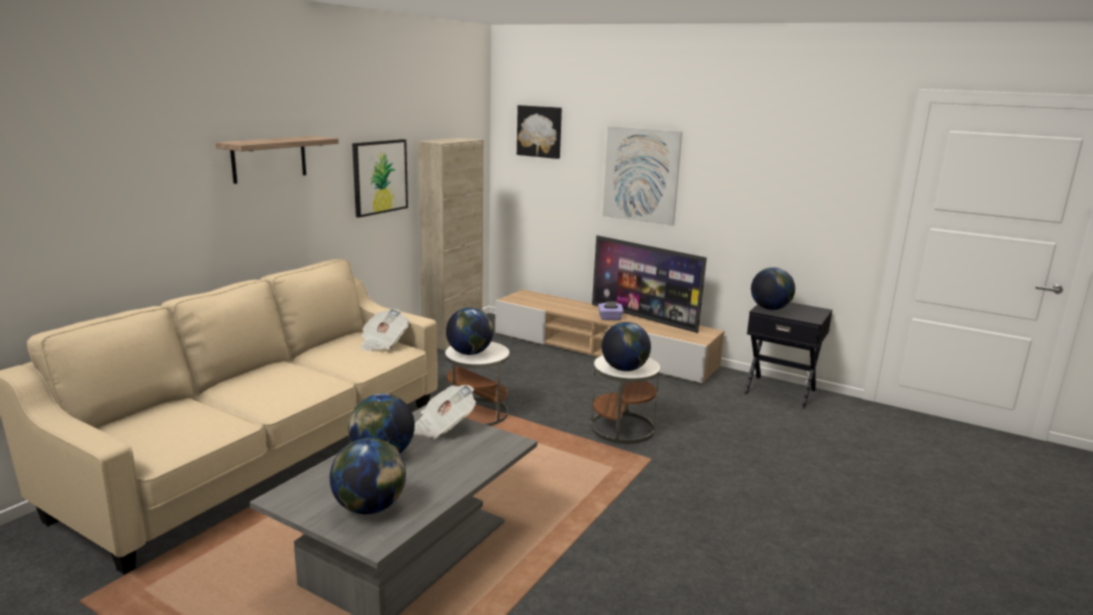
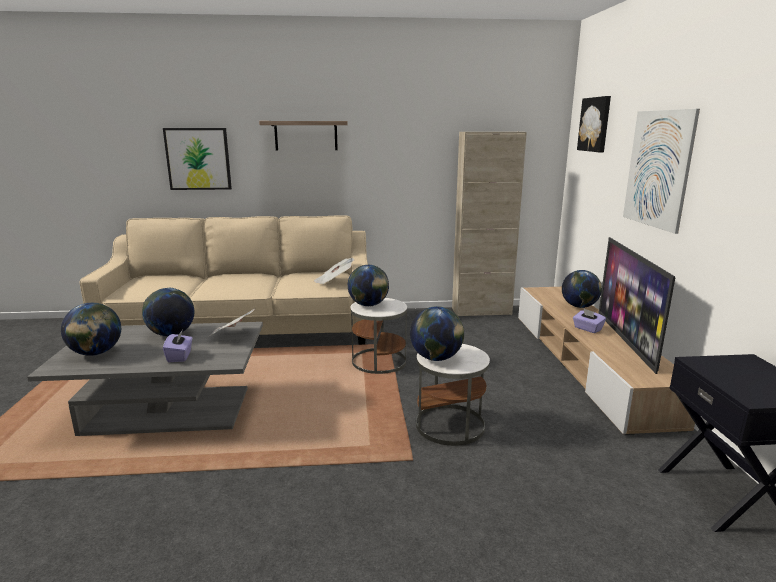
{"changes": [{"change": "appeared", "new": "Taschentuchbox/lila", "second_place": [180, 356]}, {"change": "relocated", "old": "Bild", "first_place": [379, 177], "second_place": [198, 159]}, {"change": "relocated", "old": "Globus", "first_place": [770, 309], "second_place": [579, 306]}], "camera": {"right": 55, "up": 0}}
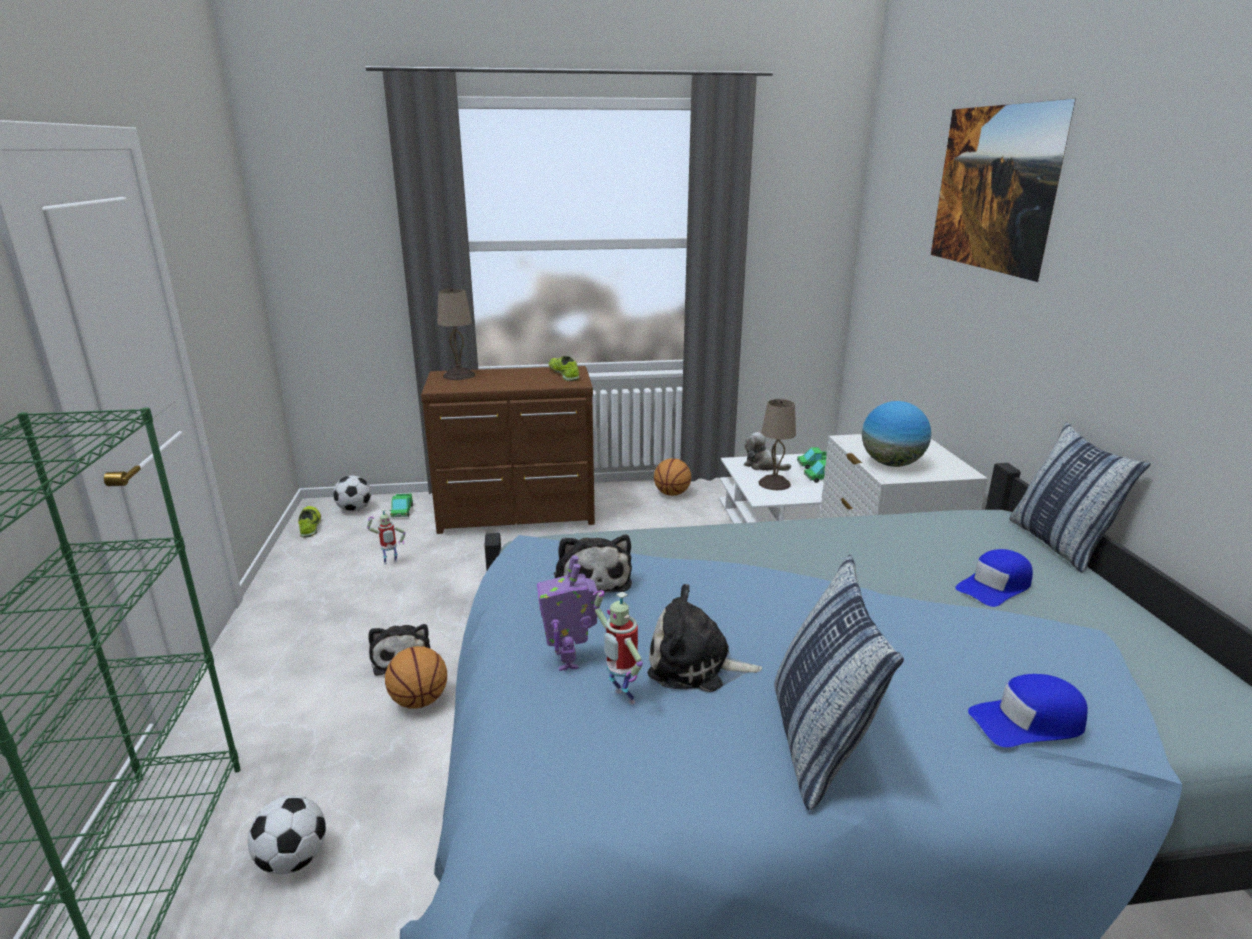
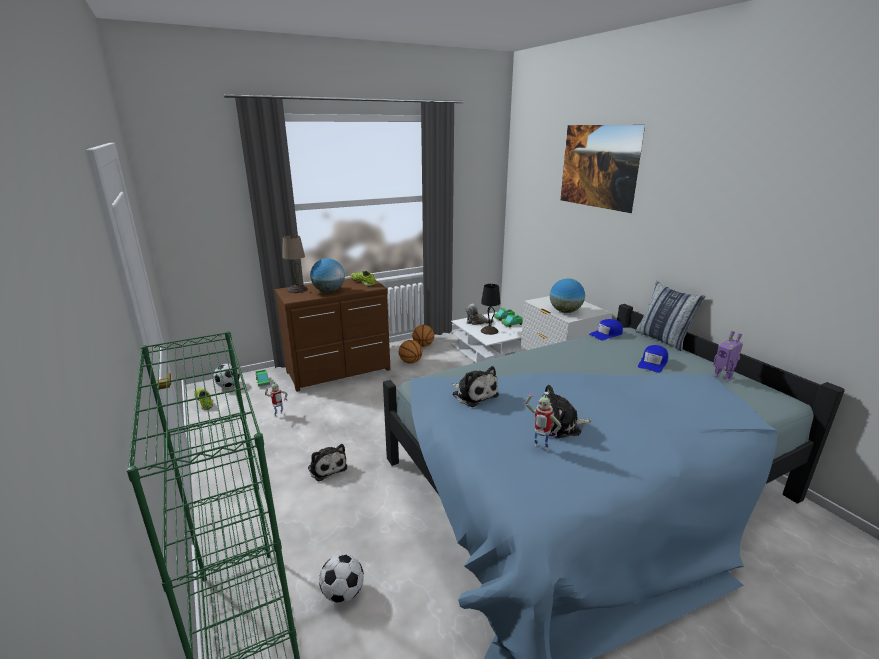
{"changes": [{"change": "missing", "old": "Kissen", "first_place": [818, 743]}, {"change": "appeared", "new": "Globus", "second_place": [329, 291]}, {"change": "relocated", "old": "Basketball", "first_place": [420, 701], "second_place": [410, 362]}, {"change": "relocated", "old": "Spielzeugroboter", "first_place": [569, 660], "second_place": [722, 377]}, {"change": "relocated", "old": "Kappe/blau", "first_place": [1028, 722], "second_place": [606, 334]}, {"change": "colour", "old": "Tischlampe/beige", "new": "Tischlampe/schwarz", "first_place": [775, 483], "second_place": [489, 331]}], "camera": {"right": -20, "up": 0}}
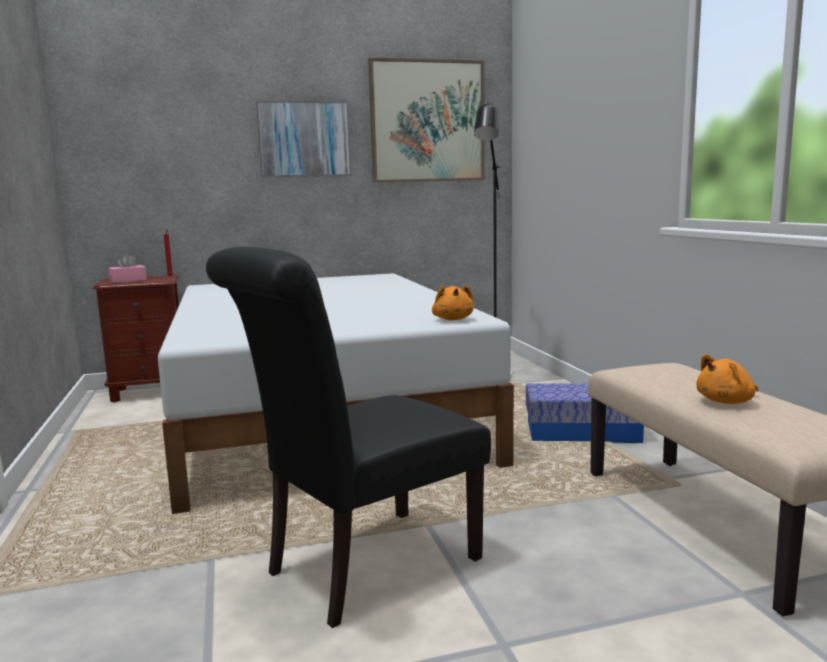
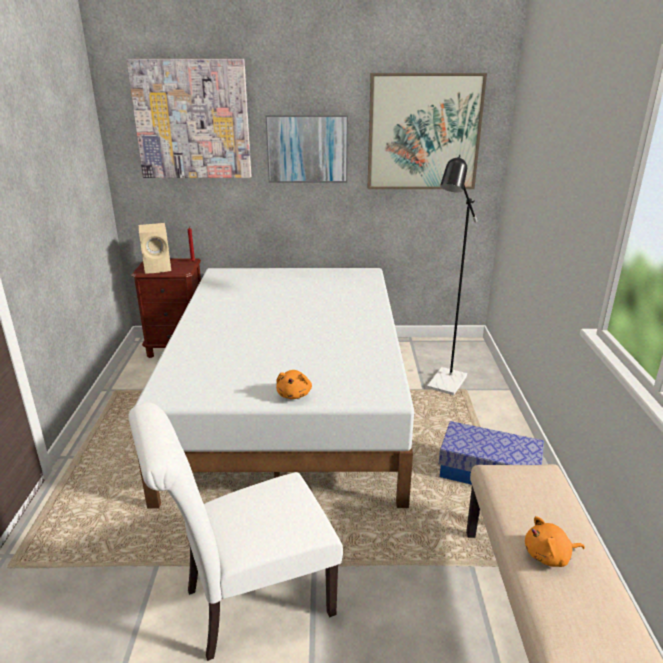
{"changes": [{"change": "appeared", "new": "Bild", "second_place": [192, 120]}, {"change": "relocated", "old": "Plüschtier/orange", "first_place": [453, 319], "second_place": [294, 394]}, {"change": "exchanged", "old": "Taschentuchbox/rosa", "new": "Lautsprecher/beige", "first_place": [128, 280], "second_place": [159, 267]}, {"change": "colour", "old": "Stuhl/schwarz", "new": "Stuhl/weiß", "first_place": [362, 569], "second_place": [249, 604]}], "camera": {"right": 15, "up": 15}}
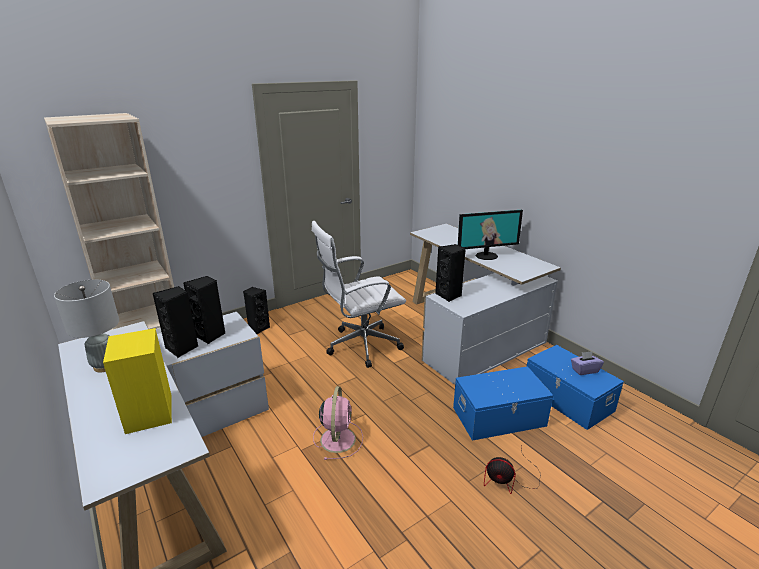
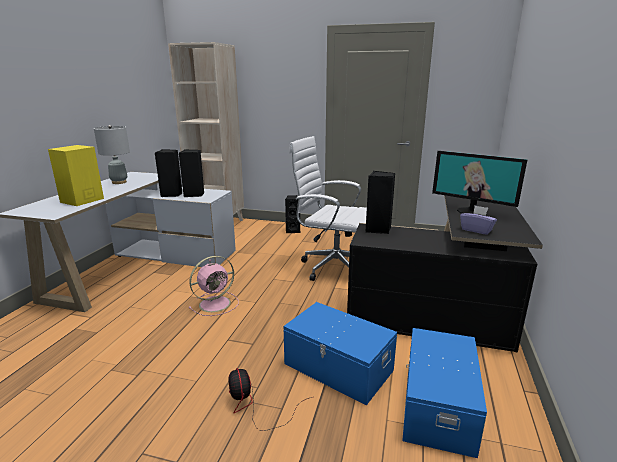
{"changes": [{"change": "relocated", "old": "Taschentuchbox/lila", "first_place": [584, 370], "second_place": [476, 230]}, {"change": "colour", "old": "Schreibtisch/weiß", "new": "Schreibtisch/schwarz", "first_place": [470, 331], "second_place": [446, 302]}], "camera": {"right": 50, "up": -5}}
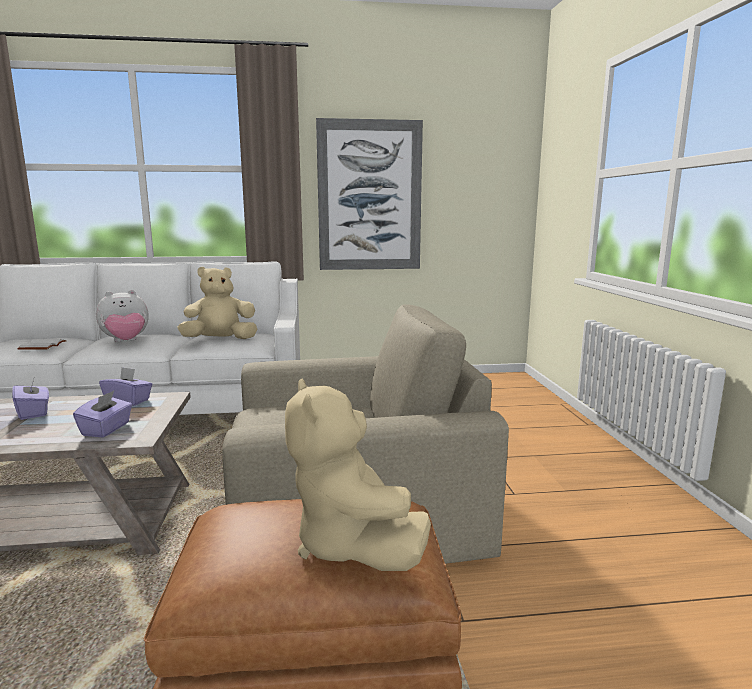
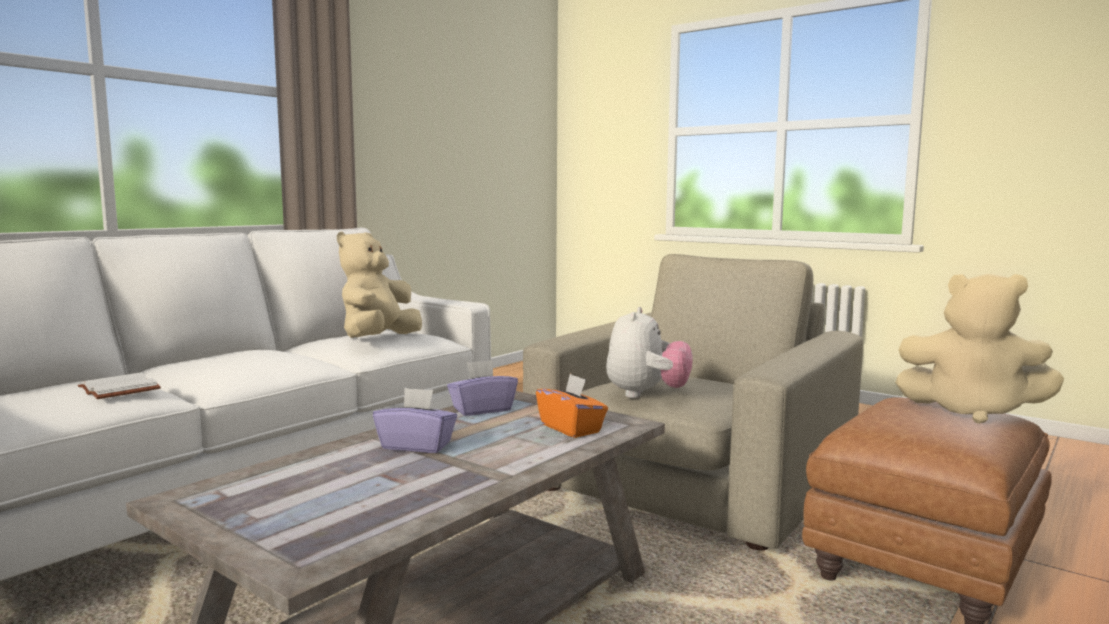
{"changes": [{"change": "missing", "old": "Bild", "first_place": [369, 196]}, {"change": "relocated", "old": "Plüschtier", "first_place": [126, 342], "second_place": [646, 394]}, {"change": "colour", "old": "Taschentuchbox/lila", "new": "Taschentuchbox/orange", "first_place": [106, 429], "second_place": [571, 428]}], "camera": {"right": -45, "up": -5}}
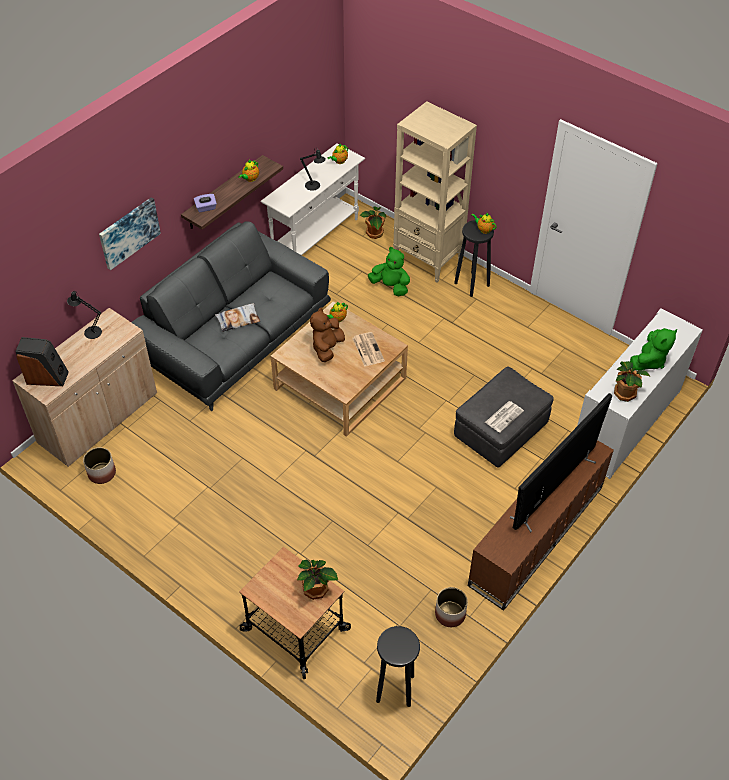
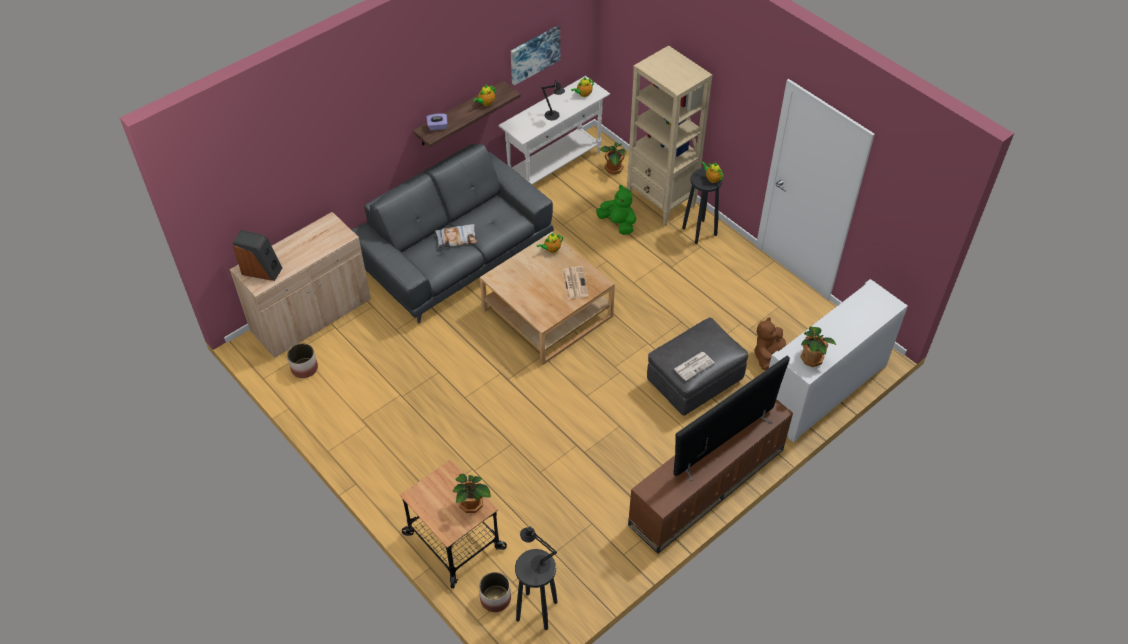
{"changes": [{"change": "missing", "old": "Plüschtier/grün", "first_place": [649, 361]}, {"change": "relocated", "old": "Tischlampe/schwarz", "first_place": [90, 331], "second_place": [537, 562]}, {"change": "relocated", "old": "Bild", "first_place": [128, 232], "second_place": [534, 54]}, {"change": "relocated", "old": "Plüschtier/braun", "first_place": [327, 348], "second_place": [767, 355]}, {"change": "relocated", "old": "Pflanzkübel", "first_place": [450, 614], "second_place": [495, 599]}], "camera": {"right": 10, "up": 0}}
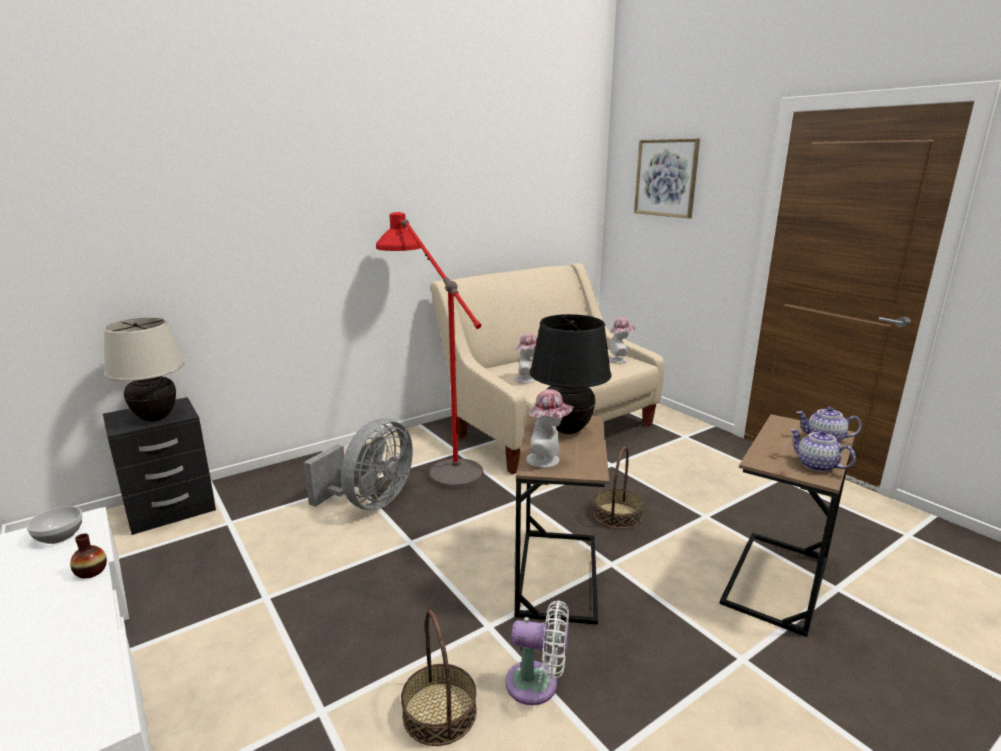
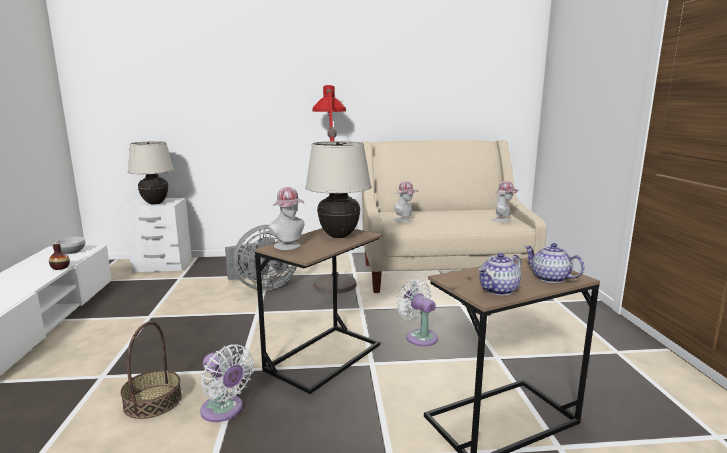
{"changes": [{"change": "missing", "old": "Bild", "first_place": [666, 178]}, {"change": "exchanged", "old": "Korb", "new": "Ventilator/weiß", "first_place": [617, 515], "second_place": [419, 336]}, {"change": "colour", "old": "Nachttisch/schwarz", "new": "Nachttisch/weiß", "first_place": [170, 509], "second_place": [163, 265]}, {"change": "colour", "old": "Tischlampe/schwarz", "new": "Tischlampe/beige", "first_place": [568, 430], "second_place": [339, 236]}, {"change": "spun", "old": "Teekanne", "first_place": [816, 465], "second_place": [498, 290], "degrees": -120}], "camera": {"right": 30, "up": -5}}
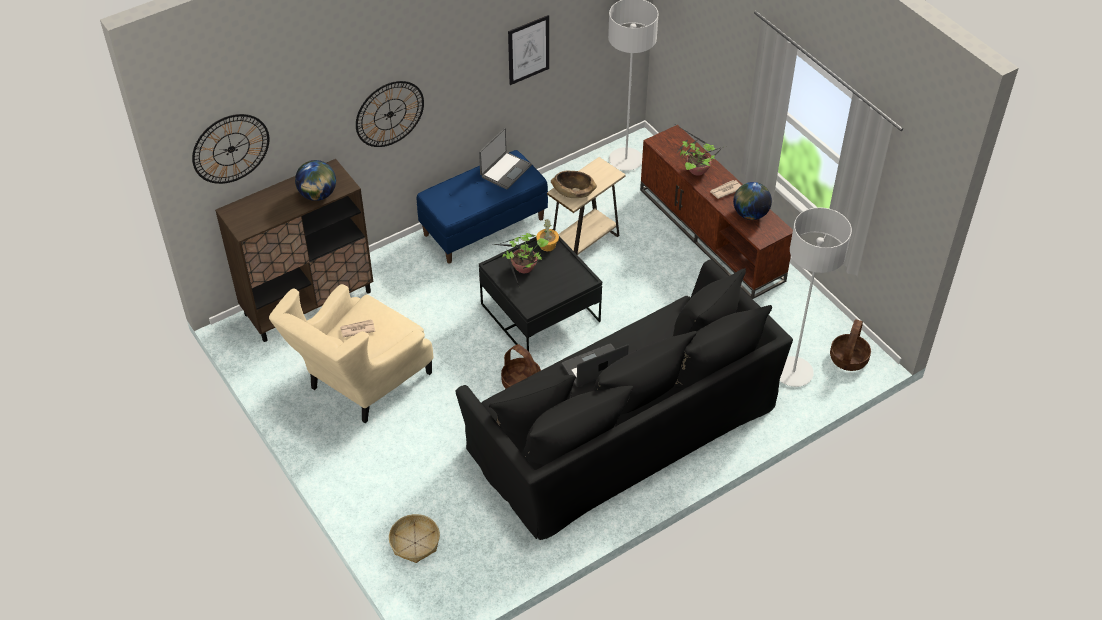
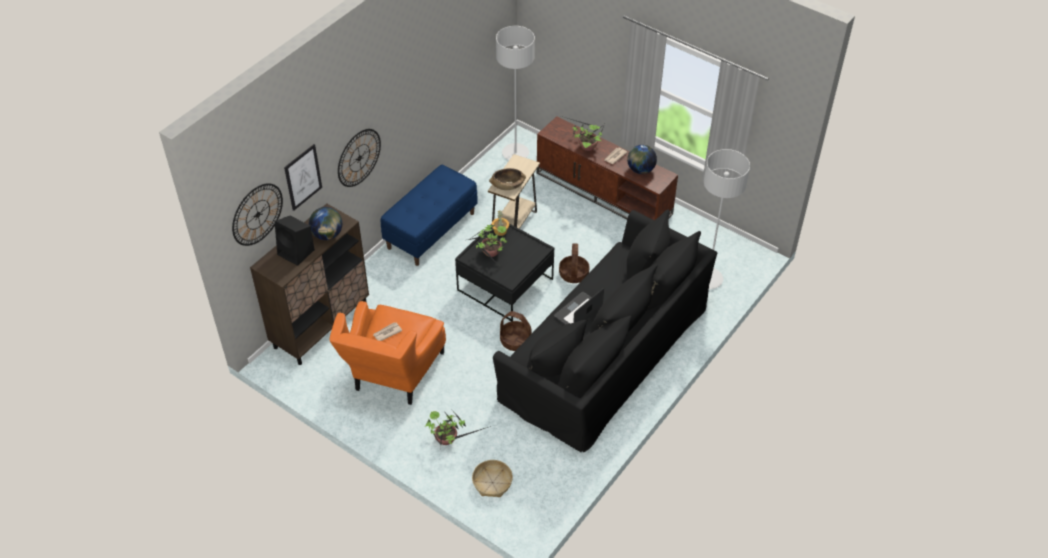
{"changes": [{"change": "missing", "old": "Laptop", "first_place": [505, 171]}, {"change": "appeared", "new": "Lautsprecher/schwarz", "second_place": [297, 252]}, {"change": "appeared", "new": "Topfpflanze", "second_place": [447, 440]}, {"change": "relocated", "old": "Bild", "first_place": [528, 50], "second_place": [303, 177]}, {"change": "relocated", "old": "Korb", "first_place": [848, 358], "second_place": [573, 274]}, {"change": "colour", "old": "Sessel/beige", "new": "Sessel/orange", "first_place": [360, 384], "second_place": [393, 376]}], "camera": {"right": -20, "up": 0}}
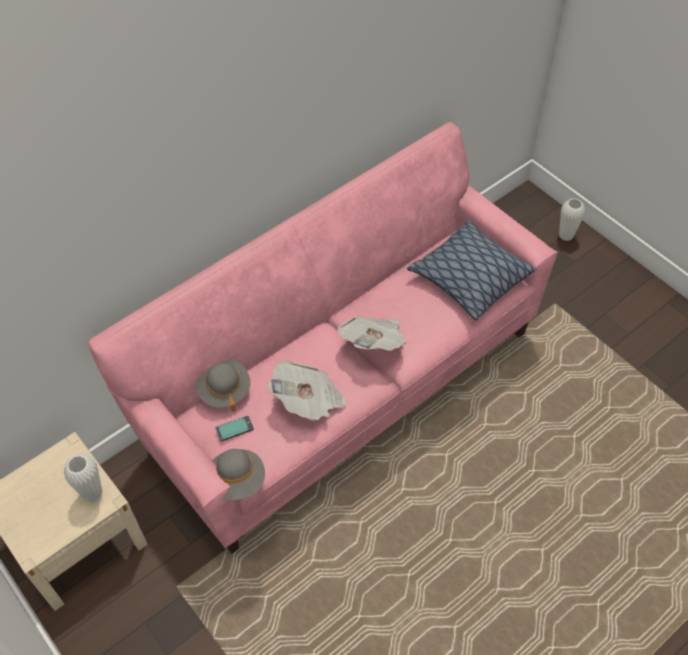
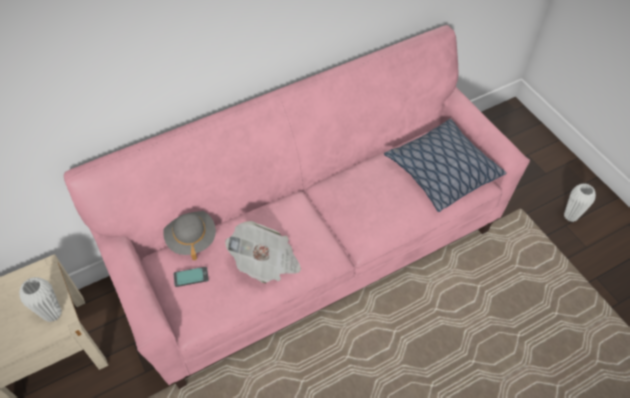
{"changes": [{"change": "missing", "old": "Hut/grau", "first_place": [237, 481]}, {"change": "missing", "old": "Zeitung", "first_place": [374, 343]}, {"change": "relocated", "old": "Vase/weiß", "first_place": [566, 235], "second_place": [570, 216]}], "camera": {"right": 10, "up": 0}}
